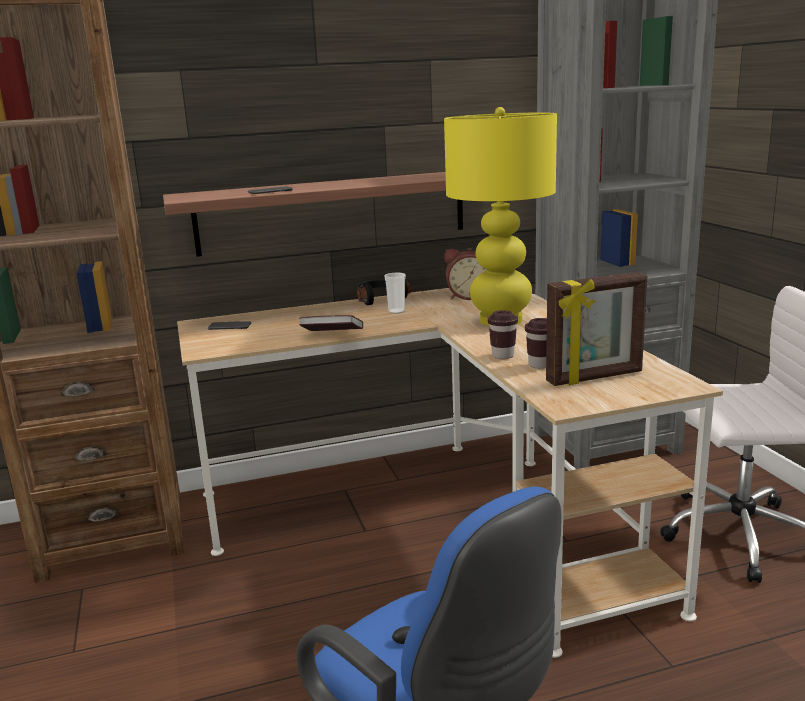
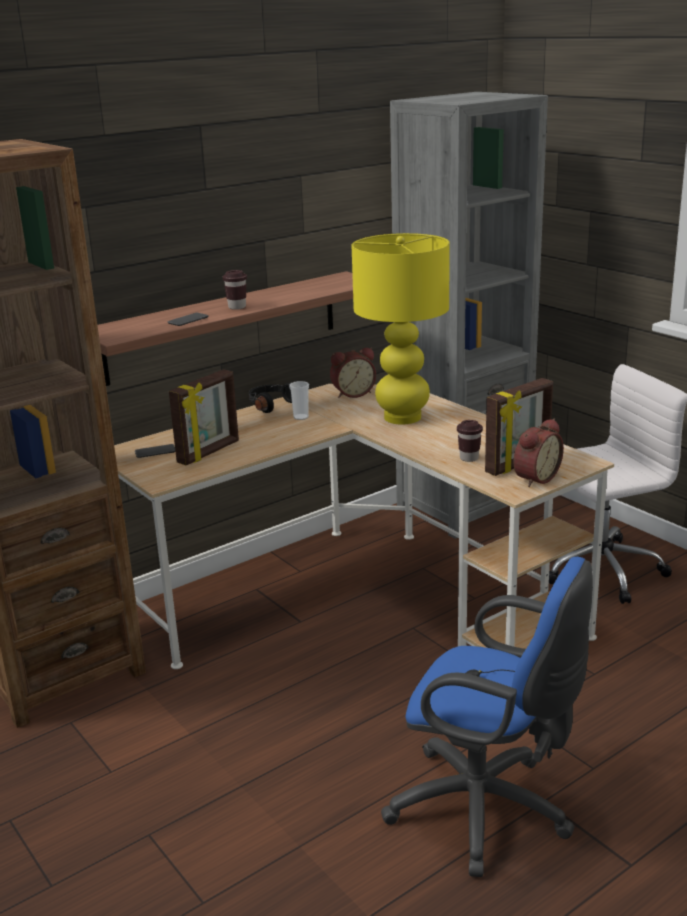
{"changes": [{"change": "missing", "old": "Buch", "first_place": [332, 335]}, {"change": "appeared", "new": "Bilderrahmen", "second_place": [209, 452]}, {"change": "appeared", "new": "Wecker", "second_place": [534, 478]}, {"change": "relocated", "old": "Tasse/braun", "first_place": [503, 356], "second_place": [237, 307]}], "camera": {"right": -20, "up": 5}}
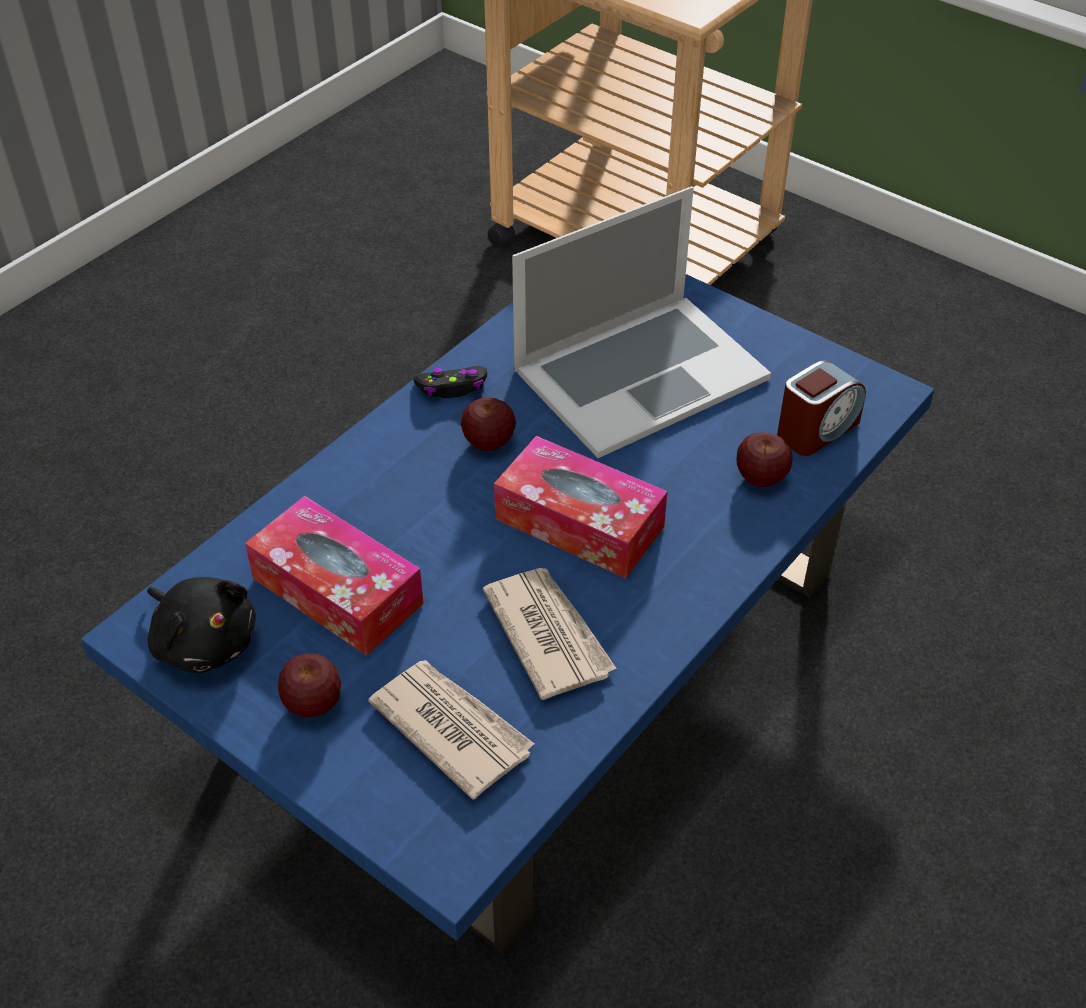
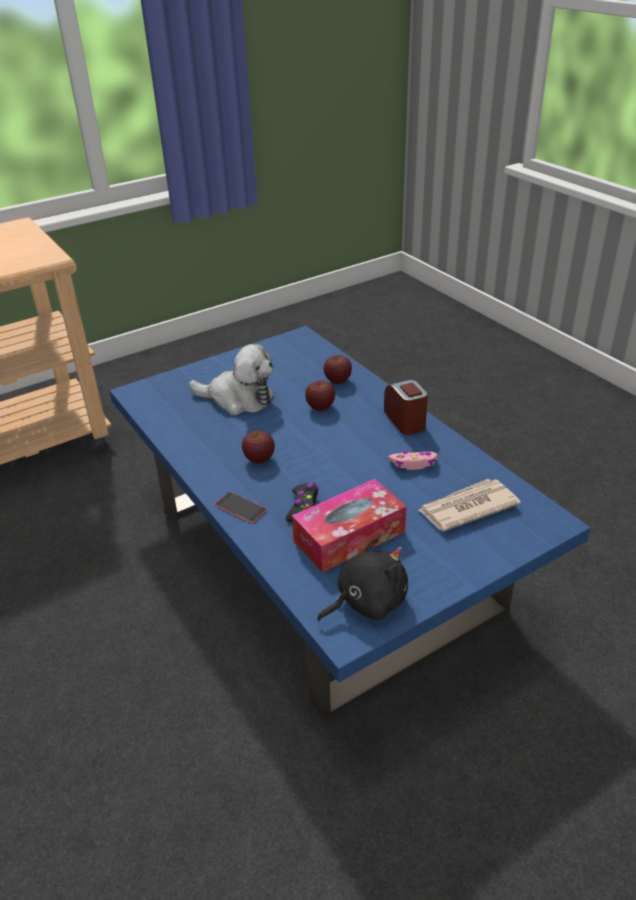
{"changes": [{"change": "missing", "old": "Taschentuchbox", "first_place": [579, 523]}, {"change": "appeared", "new": "Handy", "second_place": [240, 508]}, {"change": "relocated", "old": "Apfel", "first_place": [313, 703], "second_place": [320, 407]}, {"change": "relocated", "old": "Gamepad/schwarz", "first_place": [452, 388], "second_place": [303, 506]}, {"change": "relocated", "old": "Wecker", "first_place": [816, 430], "second_place": [405, 420]}, {"change": "exchanged", "old": "Zeitung", "new": "Gamepad/rosa", "first_place": [548, 634], "second_place": [413, 464]}, {"change": "exchanged", "old": "Laptop", "new": "Plüschtier", "first_place": [639, 373], "second_place": [238, 399]}], "camera": {"right": -70, "up": -10}}
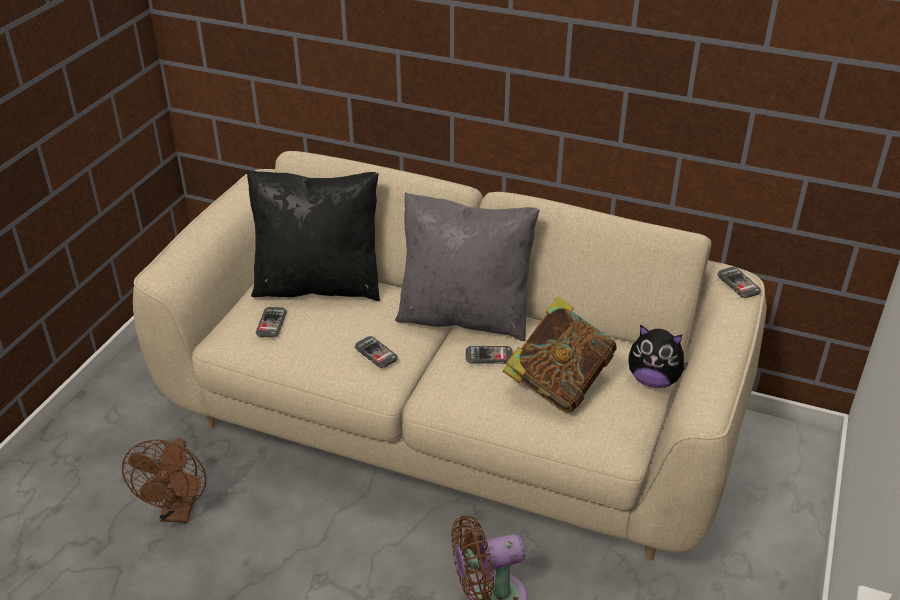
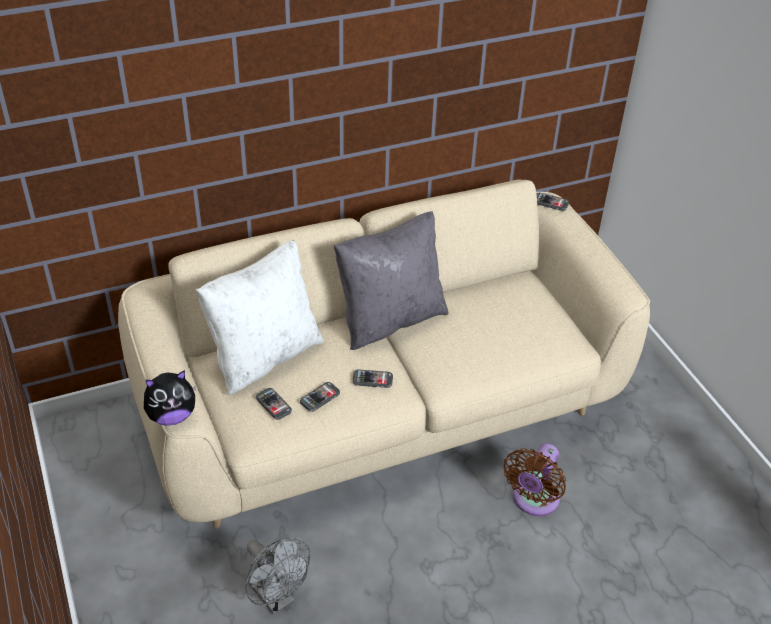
{"changes": [{"change": "missing", "old": "Buch", "first_place": [558, 384]}, {"change": "relocated", "old": "Handy", "first_place": [489, 356], "second_place": [320, 398]}, {"change": "relocated", "old": "Plüschtier", "first_place": [653, 380], "second_place": [172, 416]}, {"change": "colour", "old": "Ventilator/braun", "new": "Ventilator/grau", "first_place": [178, 511], "second_place": [276, 598]}, {"change": "colour", "old": "Kissen/schwarz", "new": "Kissen/weiß", "first_place": [319, 285], "second_place": [264, 356]}], "camera": {"right": -45, "up": 5}}
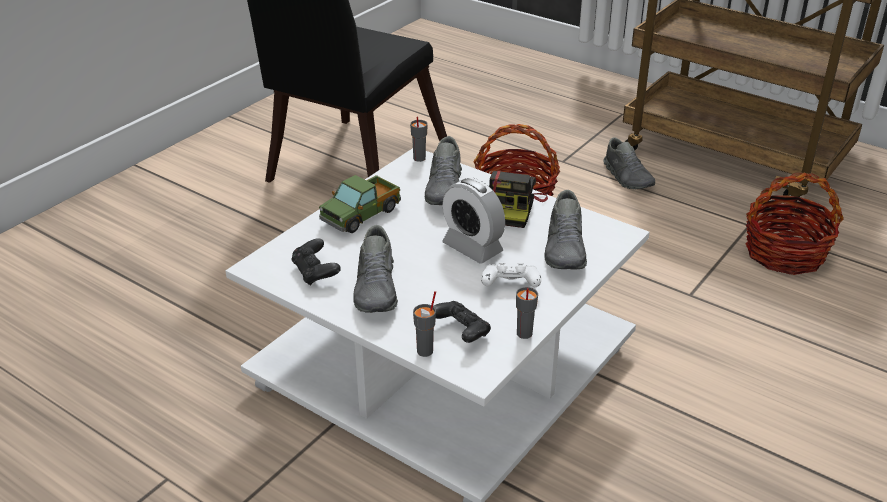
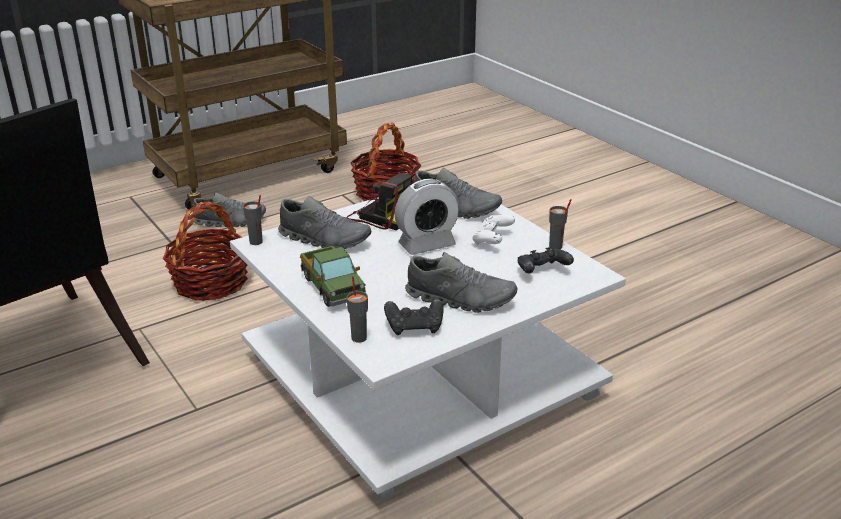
{"changes": [{"change": "relocated", "old": "Tasse/grau", "first_place": [425, 351], "second_place": [359, 337]}], "camera": {"right": -70, "up": -5}}
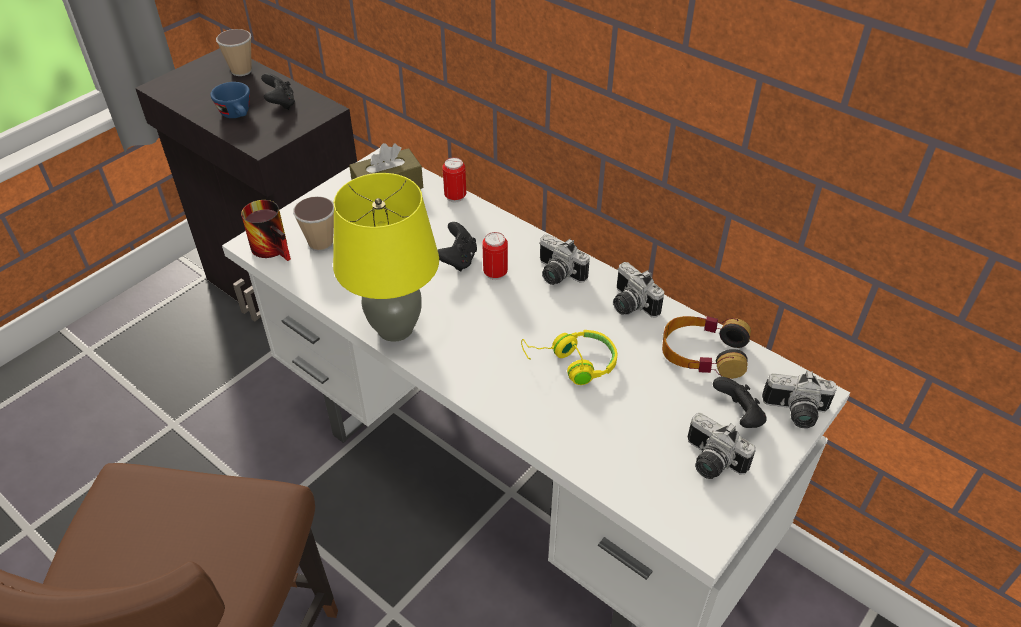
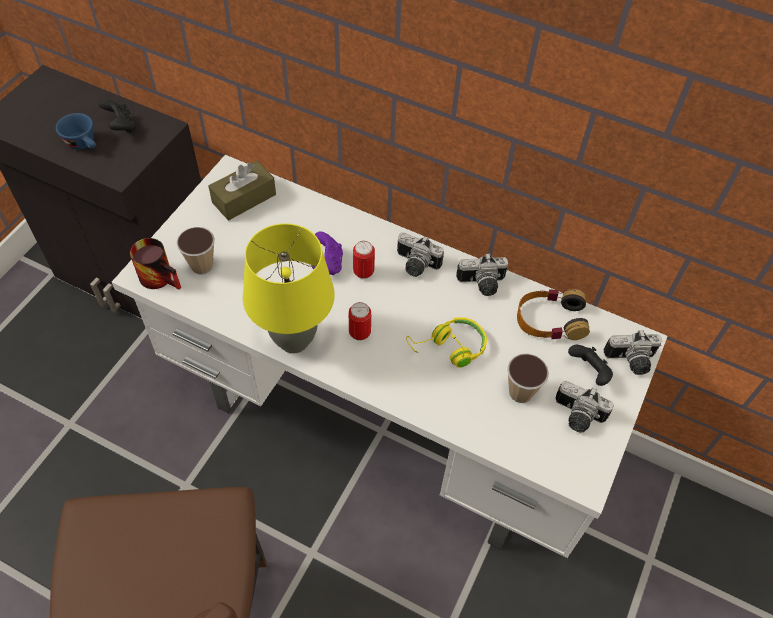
{"changes": [{"change": "relocated", "old": "Tasse", "first_place": [241, 71], "second_place": [520, 392]}, {"change": "relocated", "old": "Dose", "first_place": [455, 197], "second_place": [359, 333]}, {"change": "colour", "old": "Gamepad/schwarz", "new": "Gamepad/lila", "first_place": [458, 260], "second_place": [328, 264]}, {"change": "spun", "old": "Kamera", "first_place": [629, 305], "second_place": [482, 285], "degrees": -45}], "camera": {"right": -15, "up": 10}}
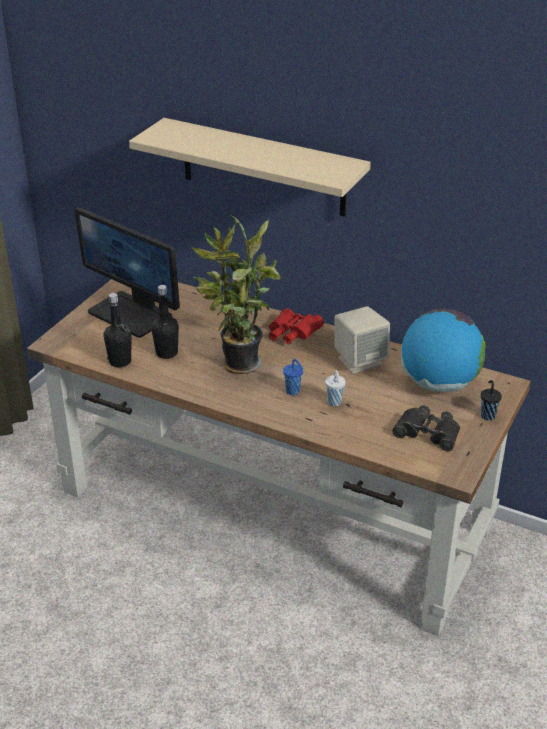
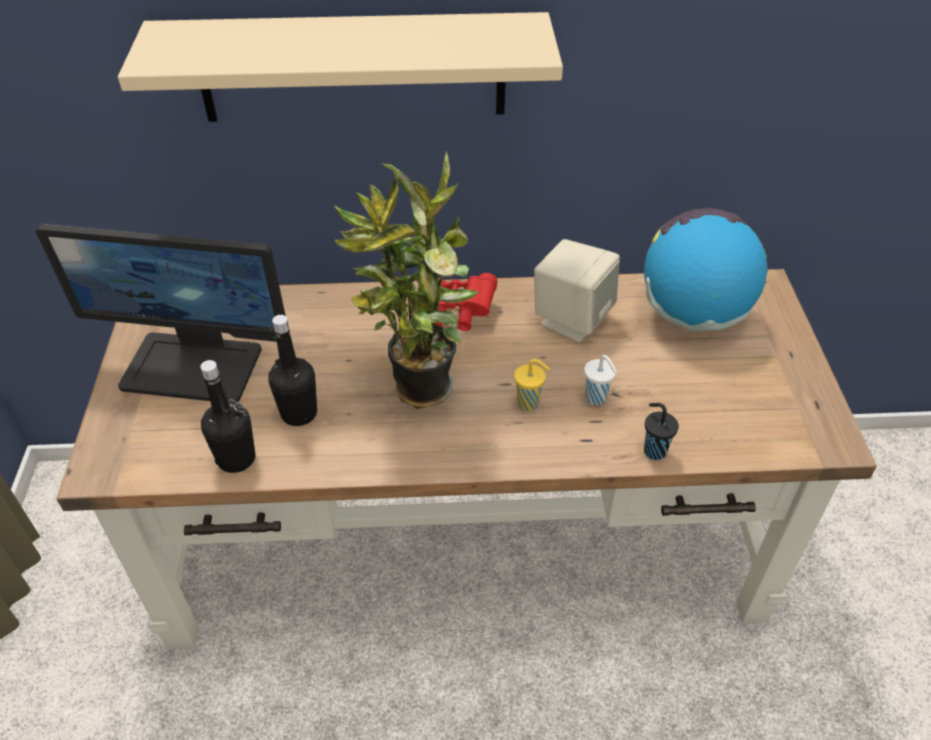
{"changes": [{"change": "missing", "old": "Fernglas/schwarz", "first_place": [427, 433]}, {"change": "relocated", "old": "Tasse/schwarz", "first_place": [487, 415], "second_place": [653, 450]}, {"change": "colour", "old": "Tasse/blau", "new": "Tasse/gelb", "first_place": [293, 391], "second_place": [529, 403]}], "camera": {"right": -30, "up": 10}}
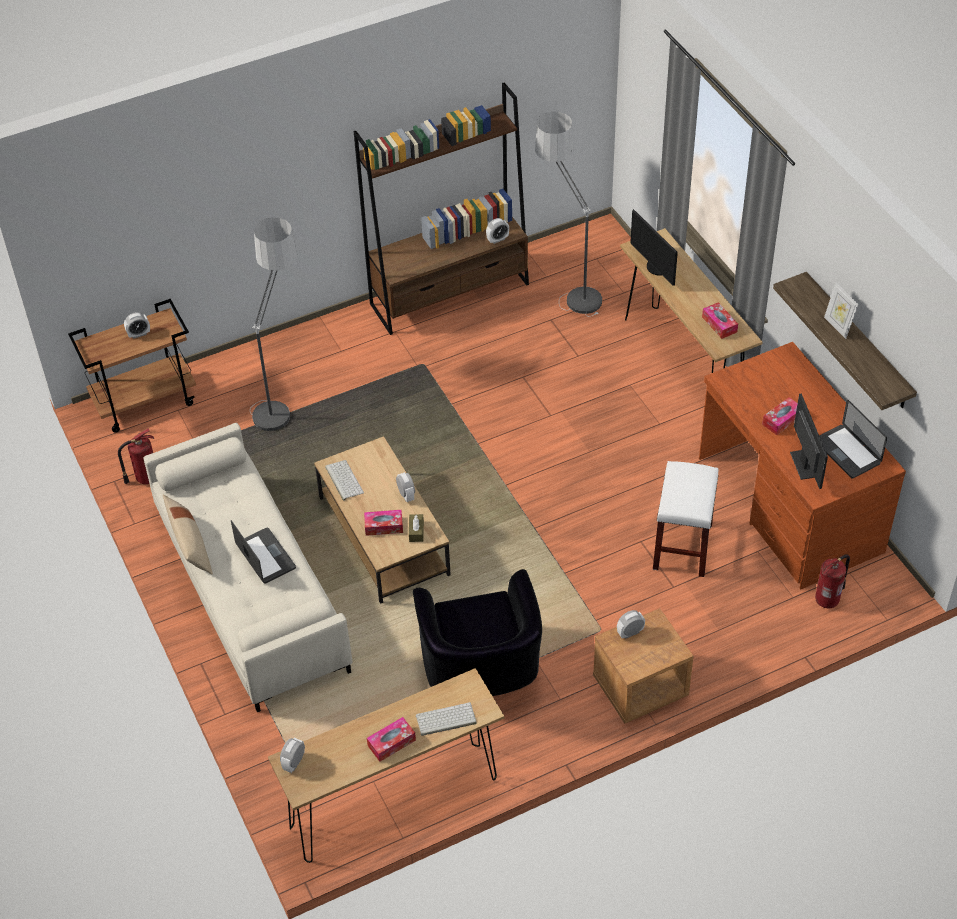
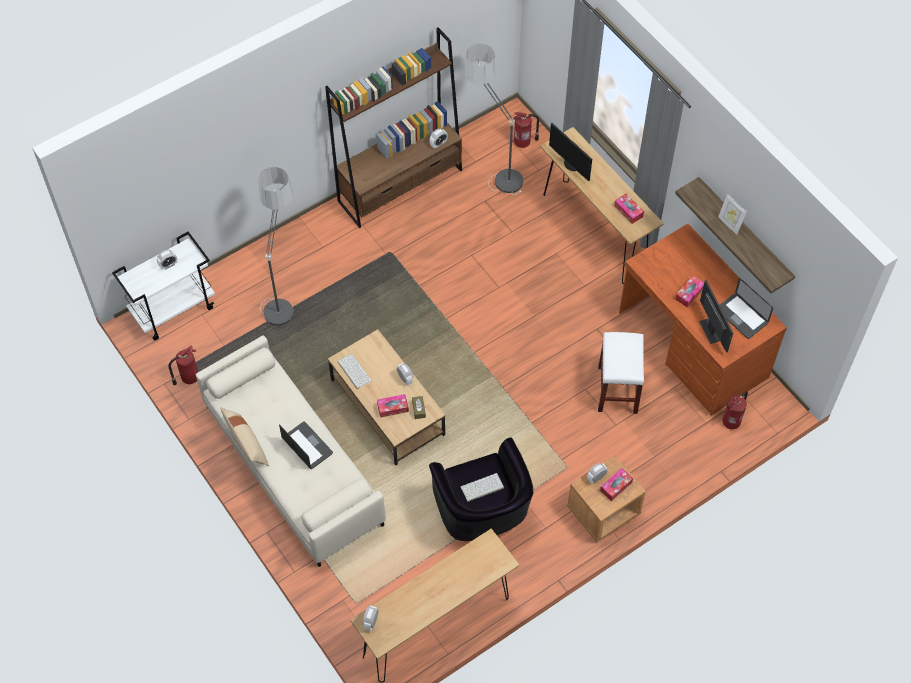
{"changes": [{"change": "appeared", "new": "Feuerlöscher", "second_place": [523, 142]}, {"change": "relocated", "old": "Taschentuchbox", "first_place": [391, 743], "second_place": [616, 486]}, {"change": "relocated", "old": "Tastatur", "first_place": [445, 720], "second_place": [482, 488]}, {"change": "colour", "old": "Rollwagen/braun", "new": "Rollwagen/weiß", "first_place": [145, 401], "second_place": [174, 309]}], "camera": {"right": -10, "up": 10}}
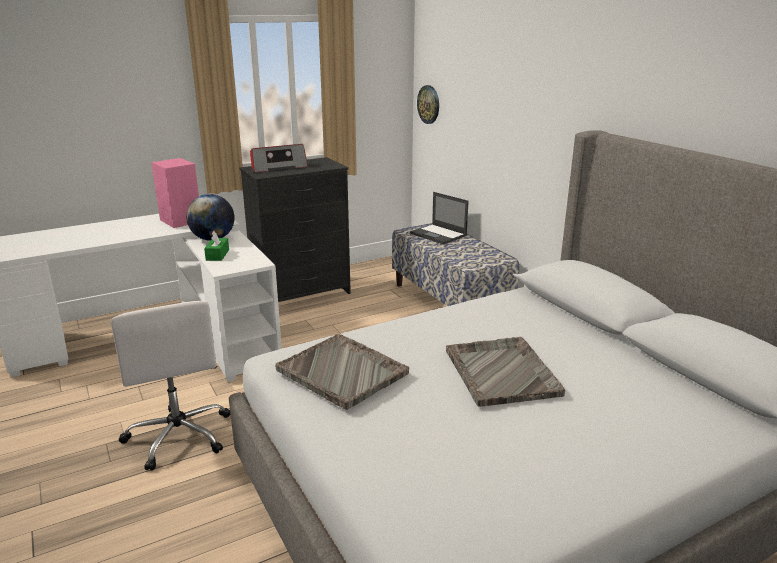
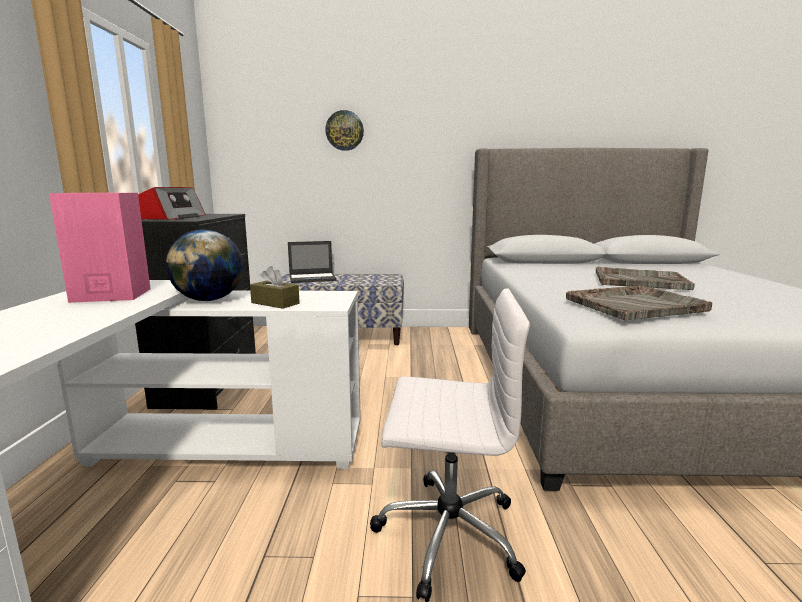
{"changes": [{"change": "relocated", "old": "Wanduhr", "first_place": [429, 104], "second_place": [344, 130]}, {"change": "colour", "old": "Taschentuchbox/grün", "new": "Taschentuchbox/braun", "first_place": [217, 255], "second_place": [275, 303]}], "camera": {"right": -60, "up": -10}}
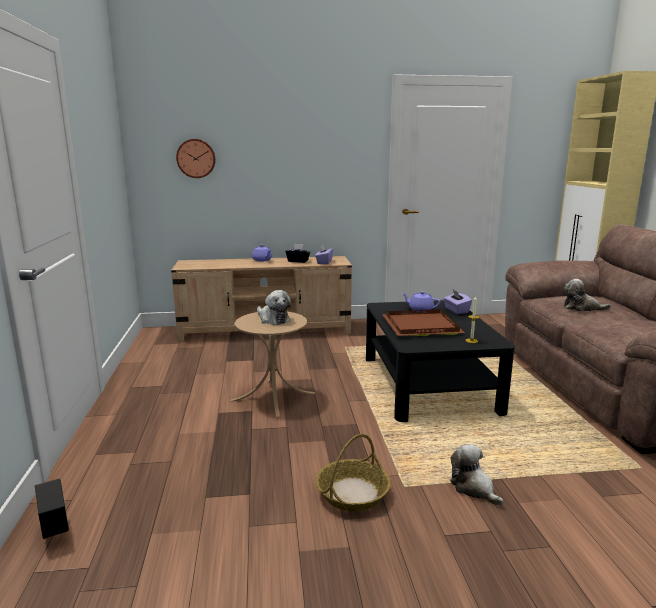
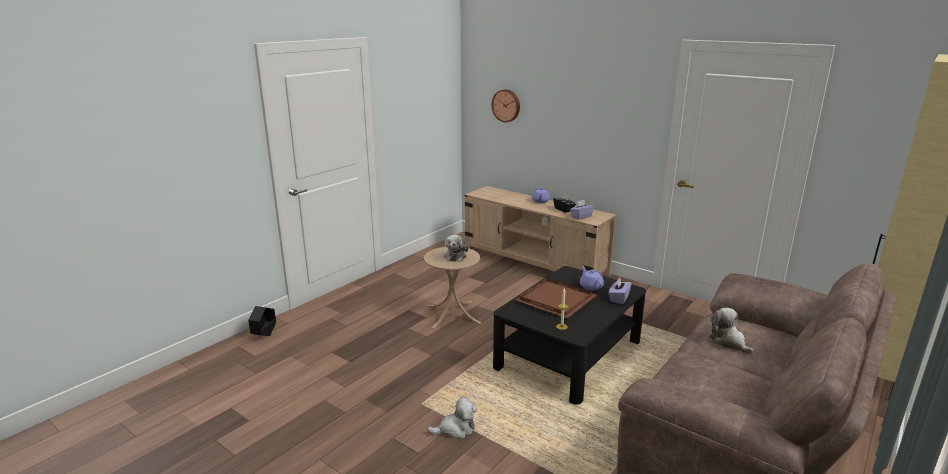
{"changes": [{"change": "missing", "old": "Korb", "first_place": [352, 493]}, {"change": "spun", "old": "Plüschtier", "first_place": [473, 488], "second_place": [455, 429], "degrees": 60}], "camera": {"right": 45, "up": 5}}
